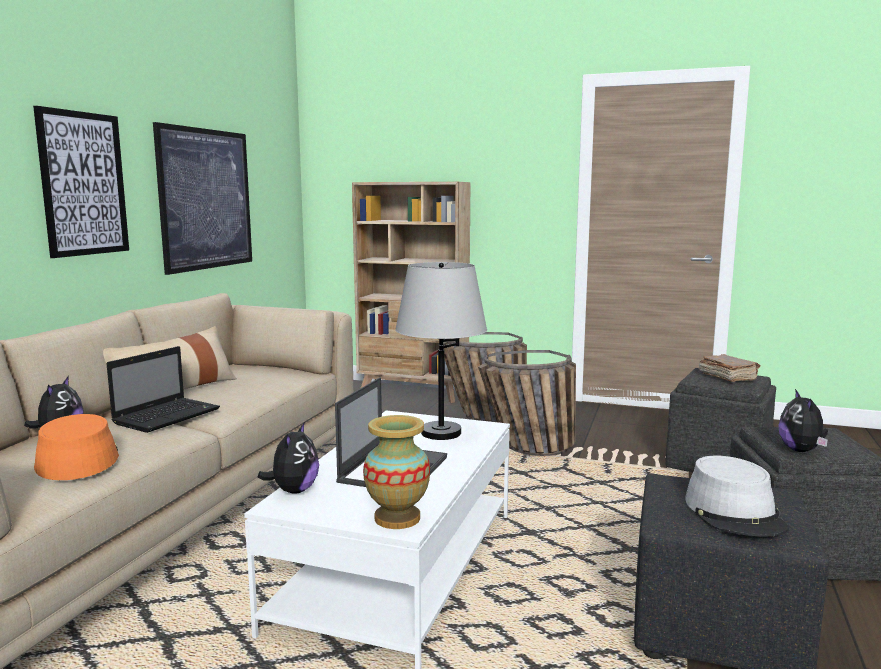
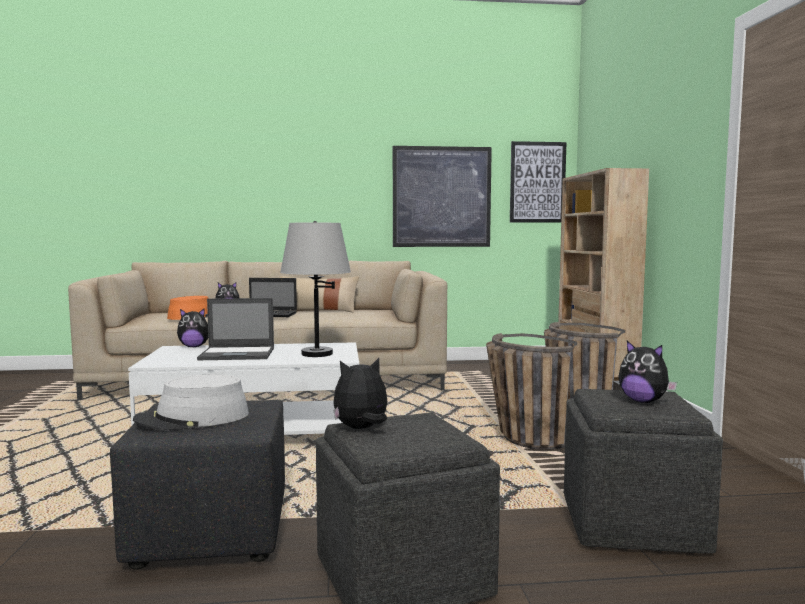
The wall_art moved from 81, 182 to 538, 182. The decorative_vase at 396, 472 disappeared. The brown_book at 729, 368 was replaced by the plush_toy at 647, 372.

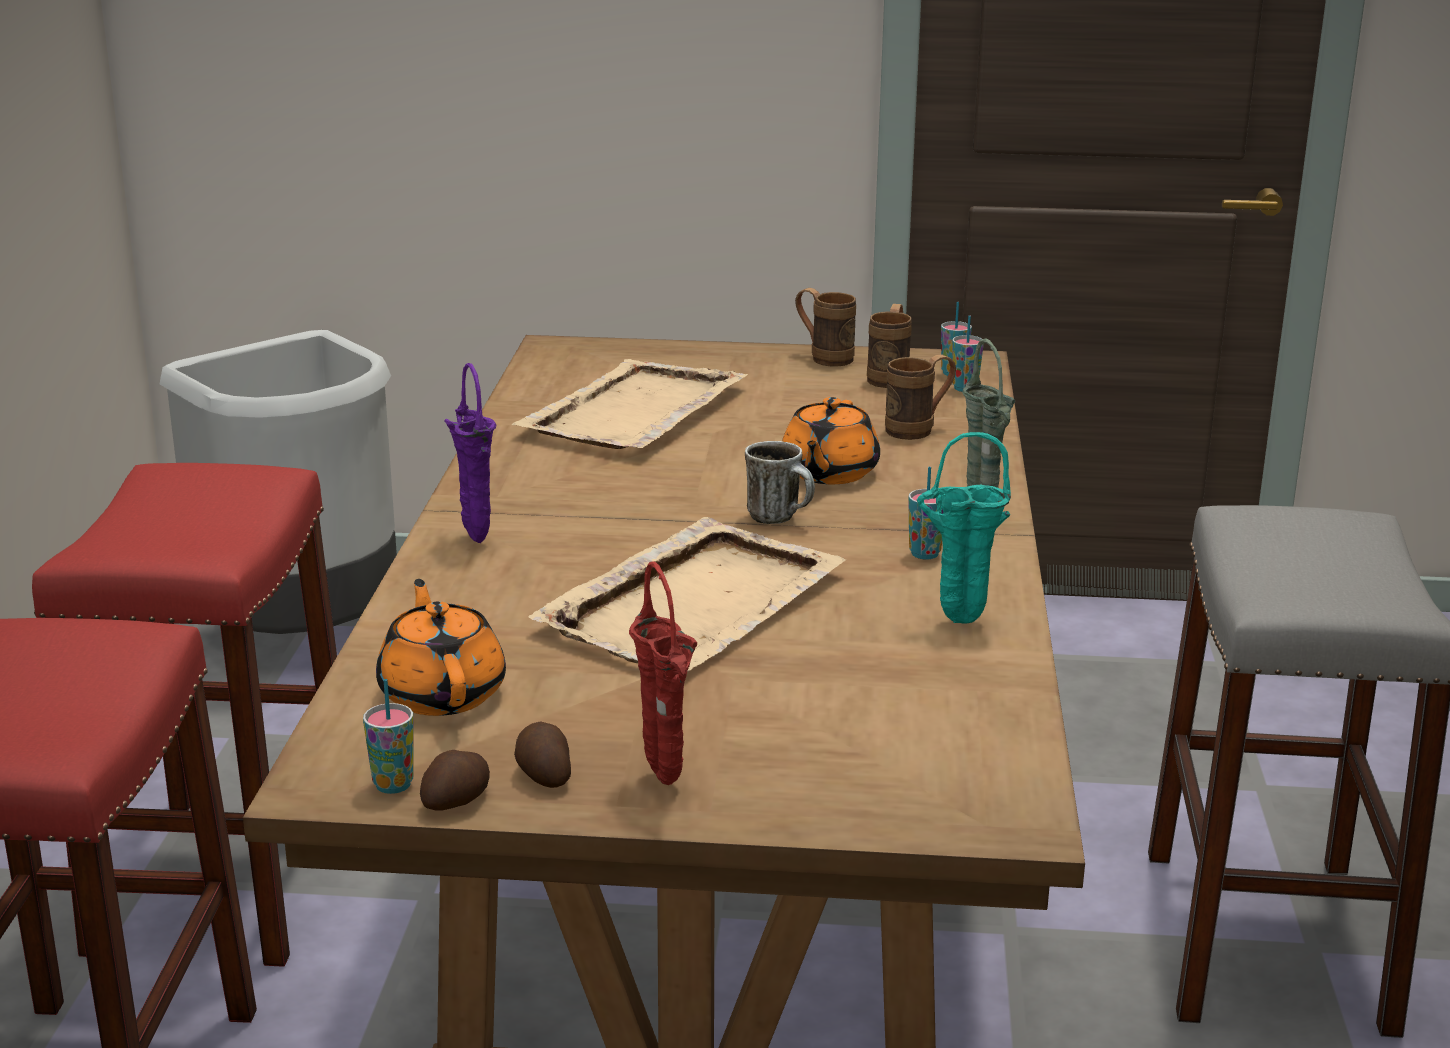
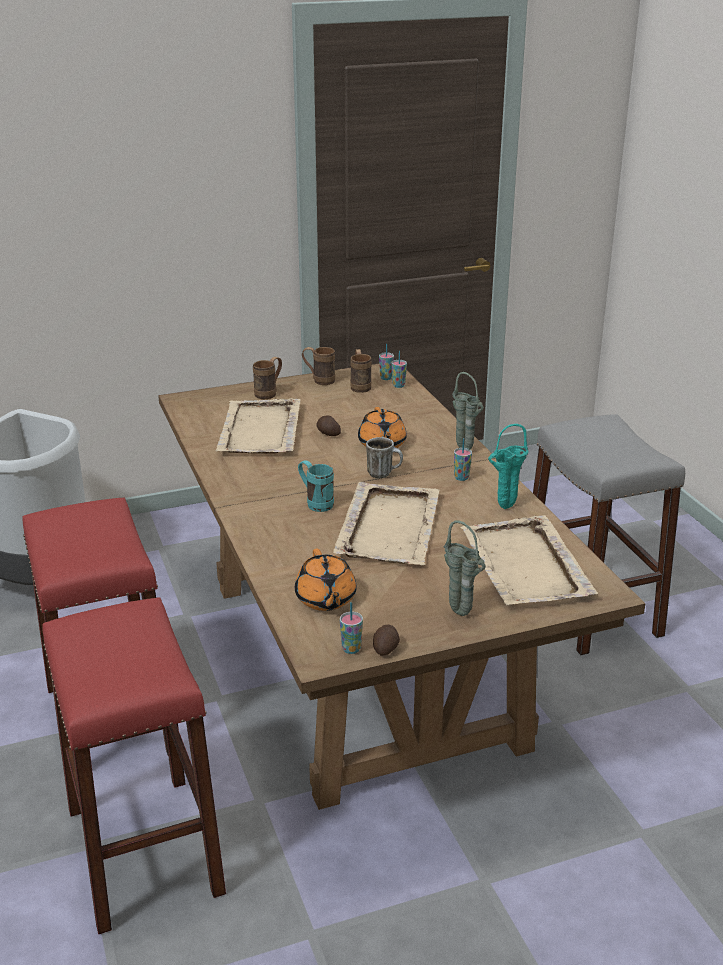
The orangey_pot_for_tea at 441, 647 turned 150 degrees counterclockwise. The purple-coloured_decorative_vase at 470, 453 disappeared. The spud moved from 542, 754 to 329, 425. The red-coloured_decorative_vase at 663, 673 became the green_decorative_vase at 465, 568. The brown_coffee_mug moved from 920, 397 to 267, 378. The blue-green_coffee_mug at 316, 486 appeared. The beige-coloured_serving_tray at 529, 560 appeared.

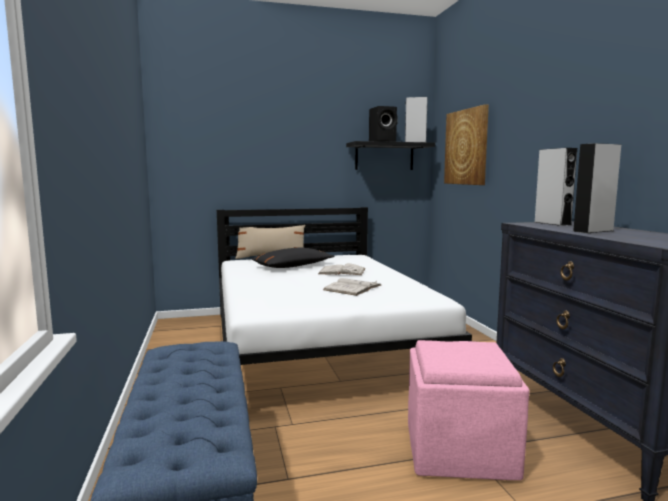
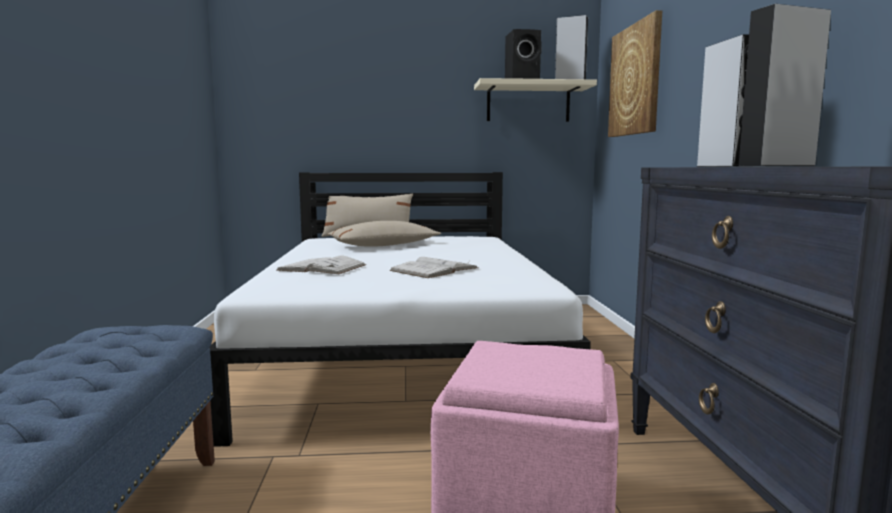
The black-coloured_throw_pillow at 293, 258 became the beige-coloured_throw_pillow at 384, 234. The white-coloured_book moved from 341, 269 to 321, 264. The black-coloured_wall_shelf at 390, 155 became the beige-coloured_wall_shelf at 535, 100.

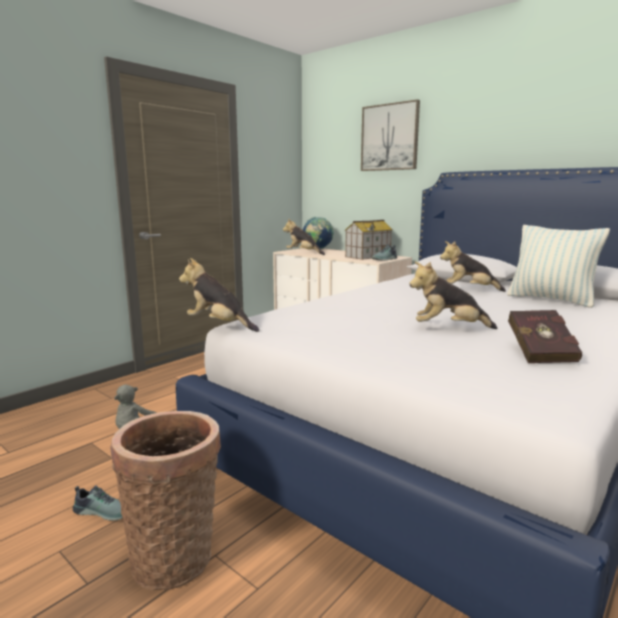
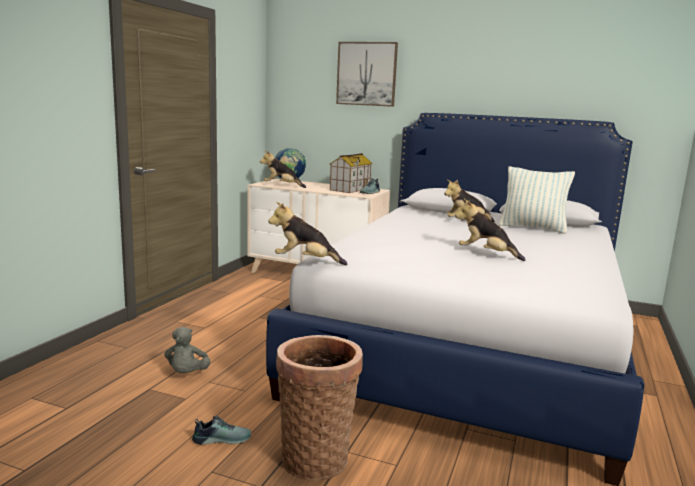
The plush_toy at 453, 295 turned 45 degrees clockwise. The red-coloured_book at 545, 336 disappeared.

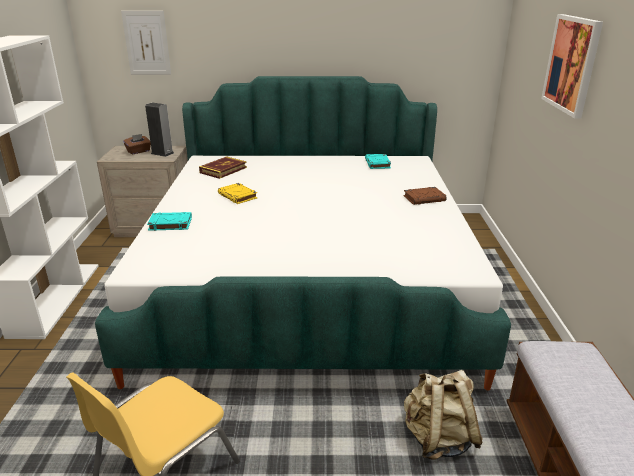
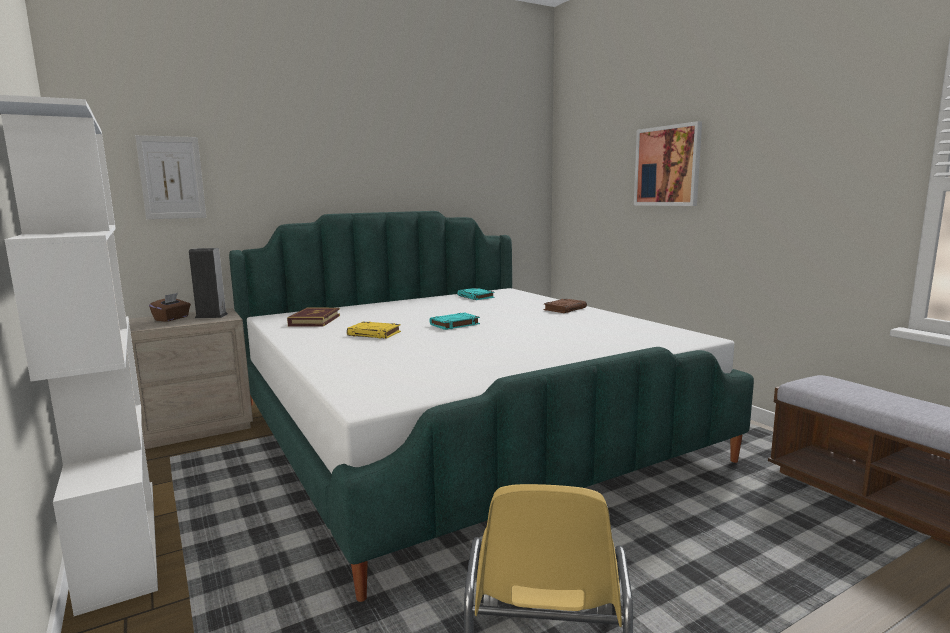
The blue-green_book moved from 169, 221 to 455, 321. The beige-coloured_backpack at 443, 415 disappeared.

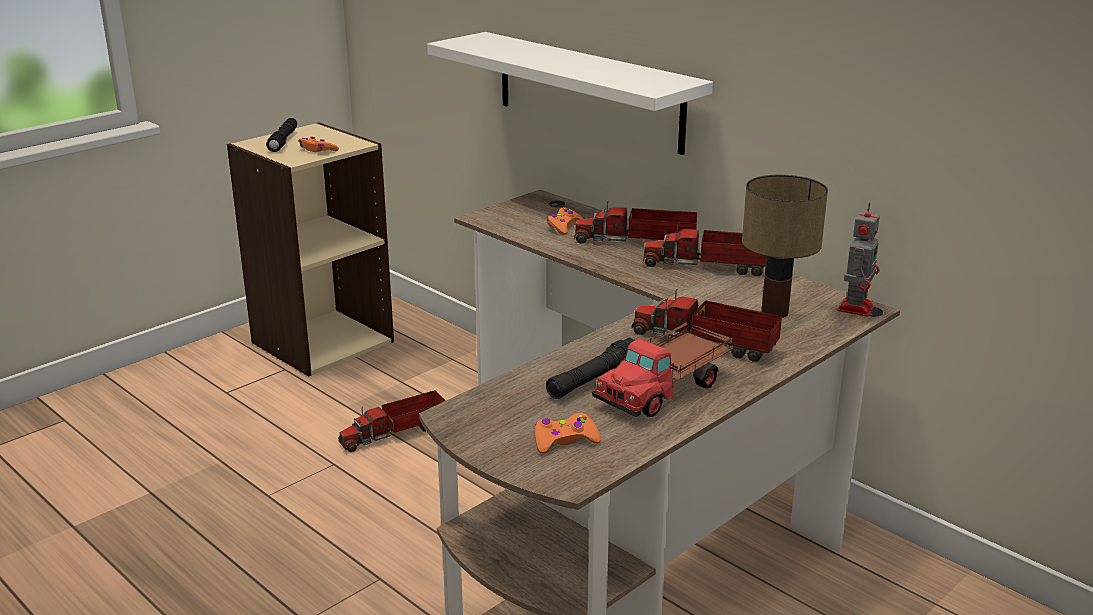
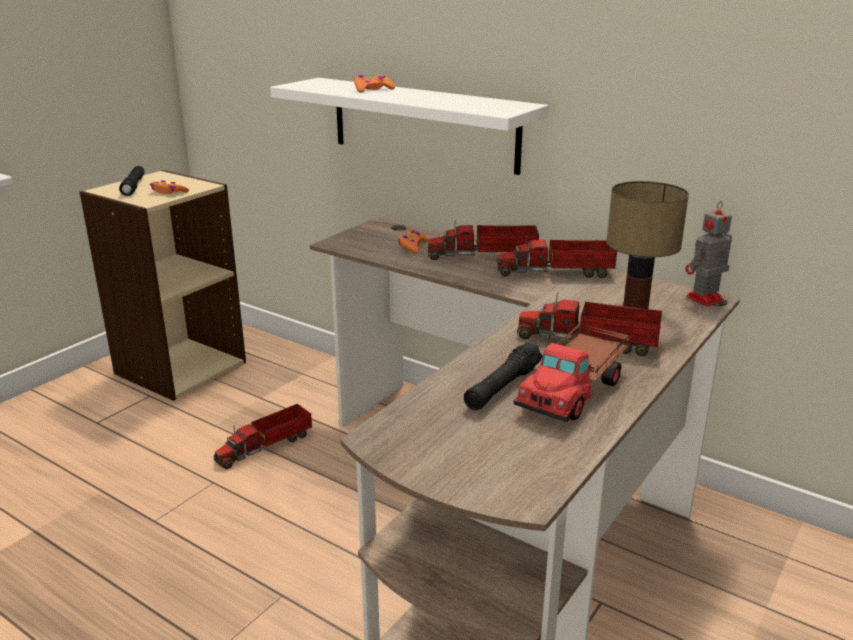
The orangey_game_controller moved from 568, 433 to 374, 84. The model_robot at 858, 259 turned 135 degrees counterclockwise.

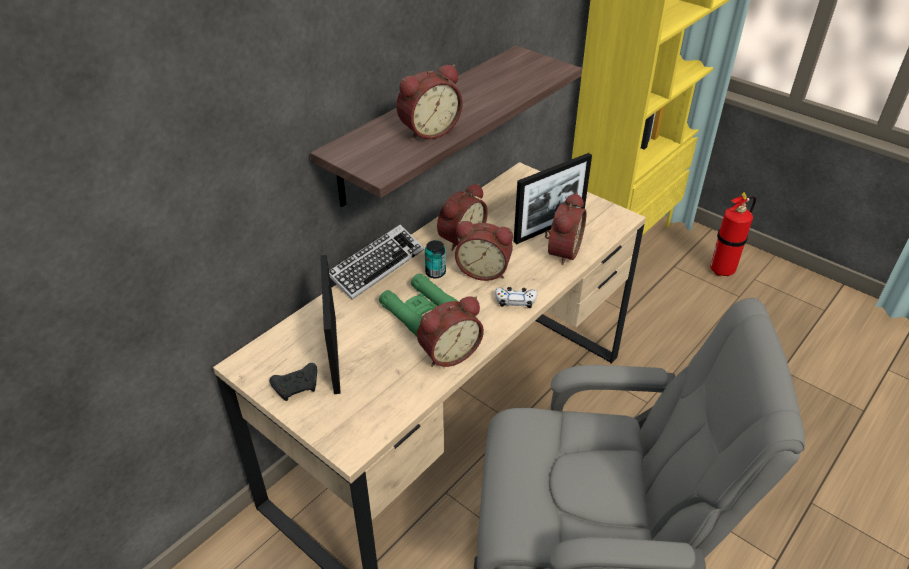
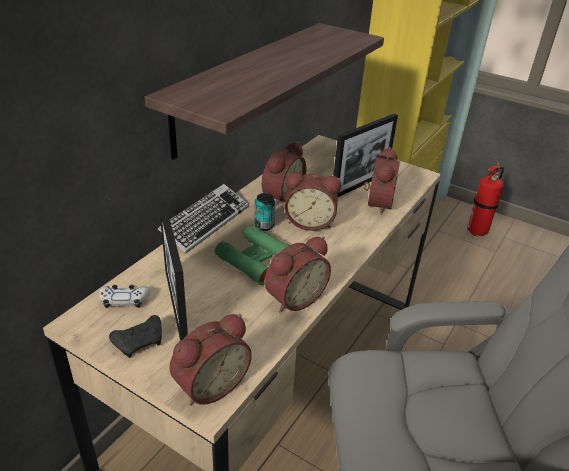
The alarm_clock moved from 429, 102 to 210, 360. The white-coloured_game_controller moved from 516, 297 to 124, 296.

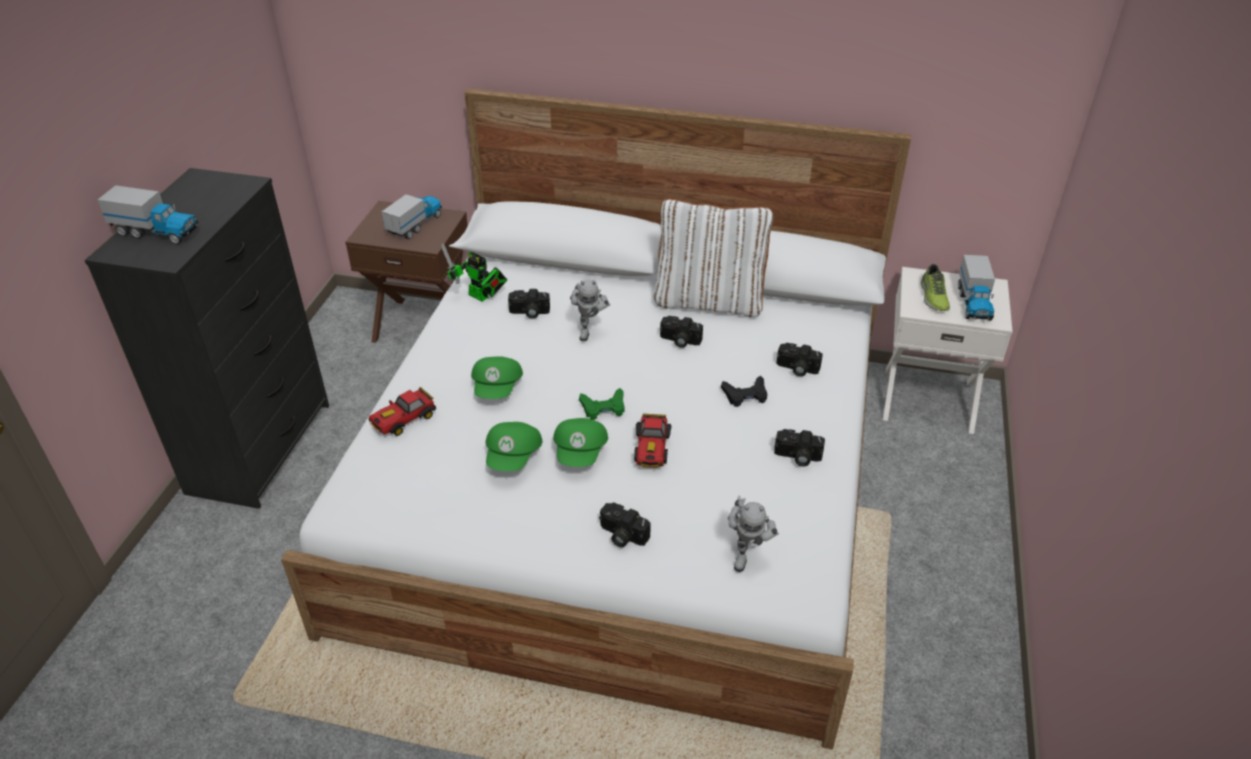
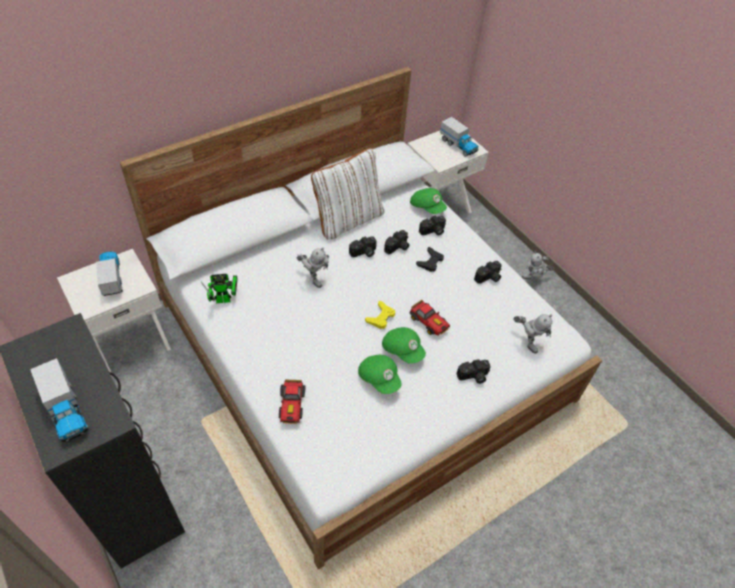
The toy_lorry at 148, 214 turned 90 degrees clockwise. The brown_nightstand at 406, 272 became the white-coloured_nightstand at 114, 312. The green_peaked_cap moved from 497, 377 to 428, 201. The still_camera moved from 529, 304 to 396, 242. The green_game_controller at 602, 404 became the yellow_game_controller at 380, 315. The item_of_footwear at 935, 287 disappeared. The model_robot at 538, 265 appeared.

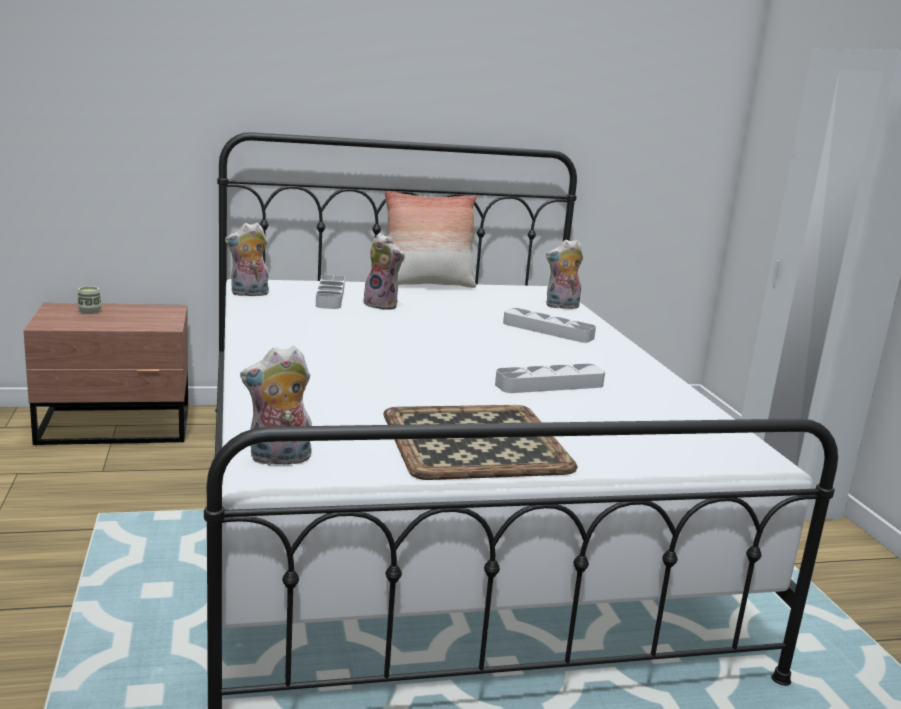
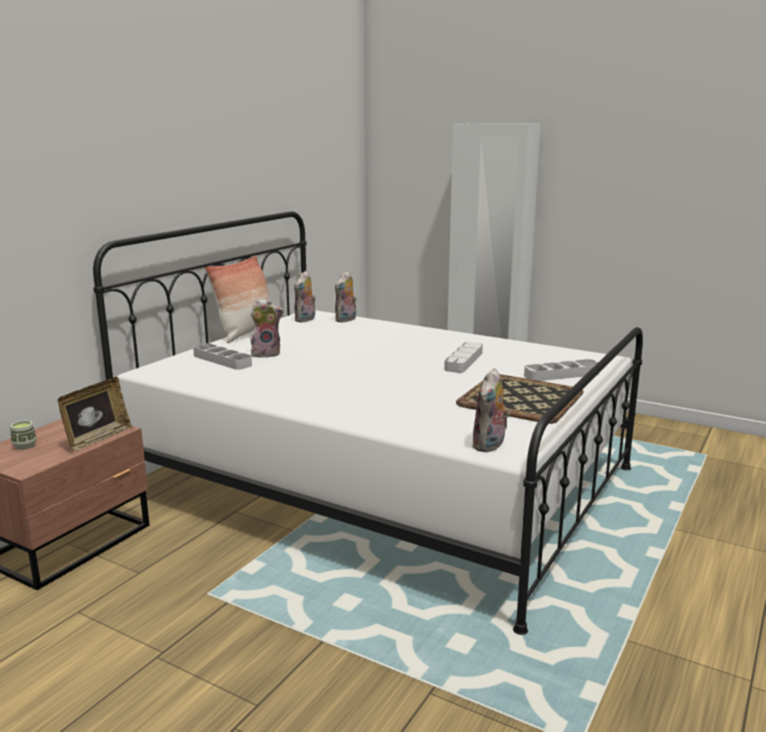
The plush_toy moved from 247, 259 to 305, 297. The greyish_serving_tray moved from 549, 325 to 561, 370. The standing_frame at 94, 414 appeared.

